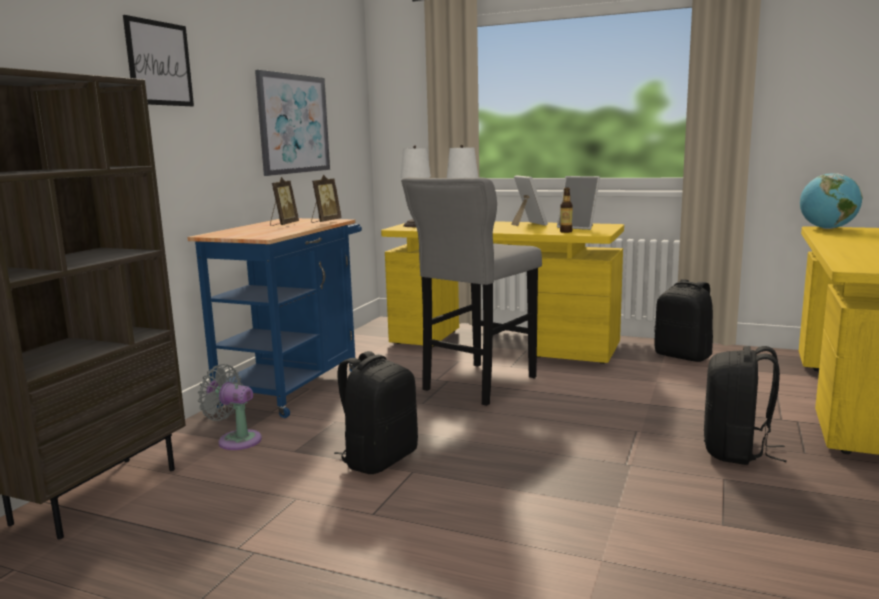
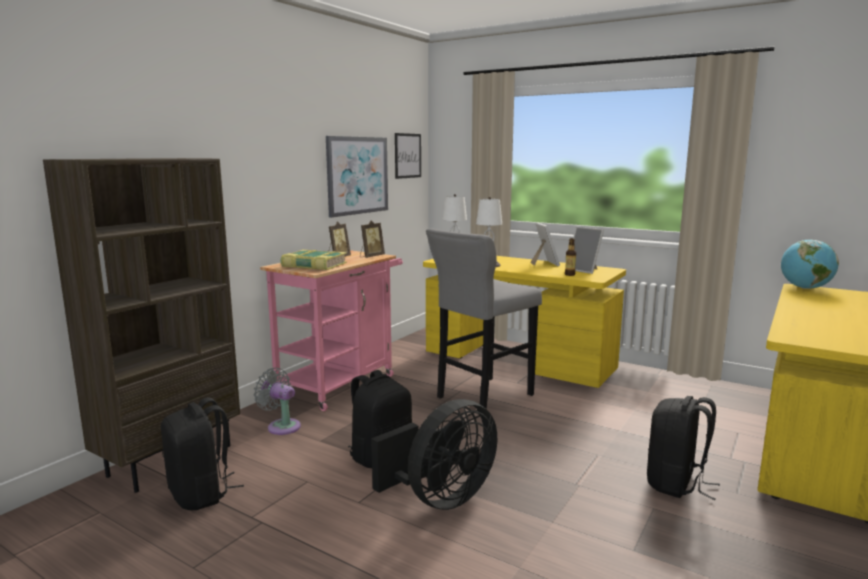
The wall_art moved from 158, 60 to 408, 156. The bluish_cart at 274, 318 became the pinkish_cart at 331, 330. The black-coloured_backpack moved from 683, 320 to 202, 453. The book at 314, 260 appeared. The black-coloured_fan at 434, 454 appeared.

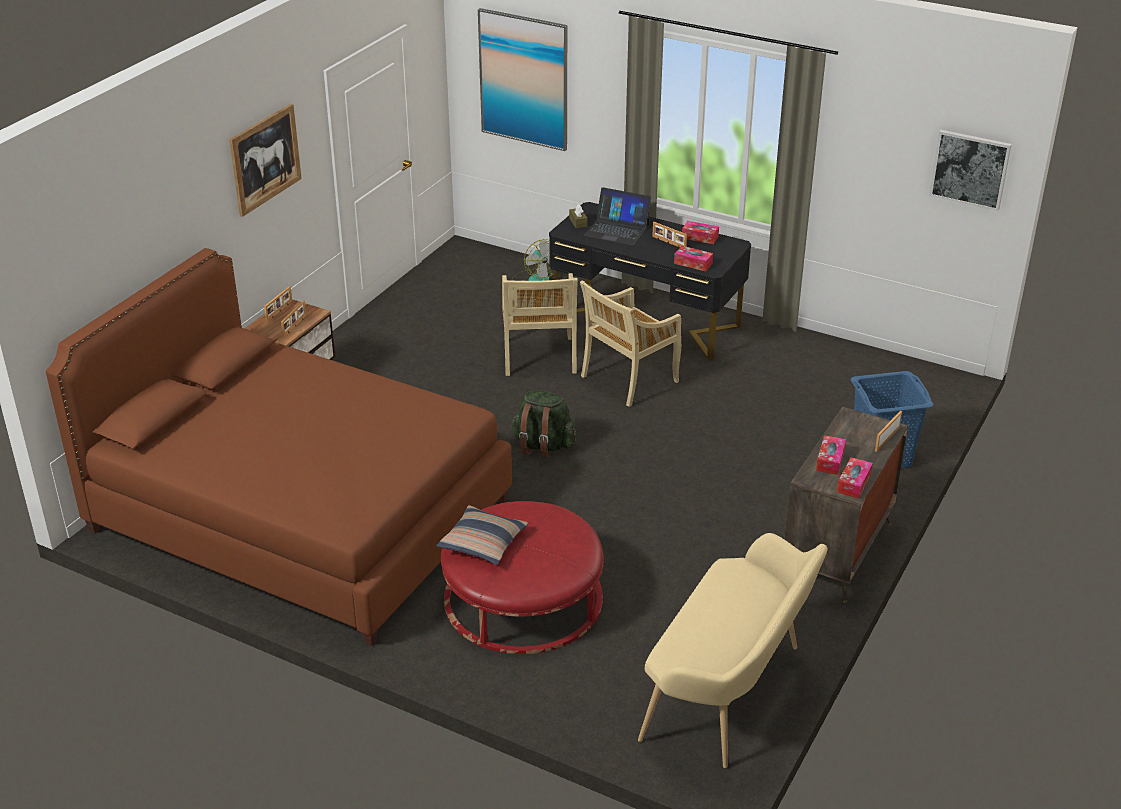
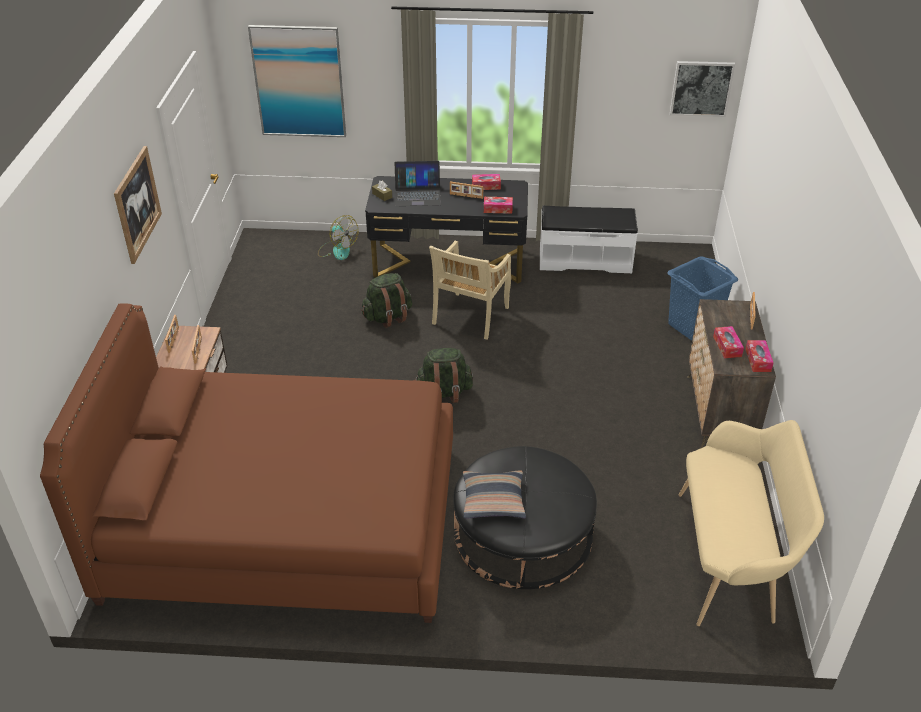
The red-coloured_footrest at 522, 577 became the black-coloured_footrest at 525, 517. The beige-coloured_plain_chair at 540, 324 was replaced by the green_backpack at 386, 300. The white-coloured_long_seat at 589, 240 appeared.

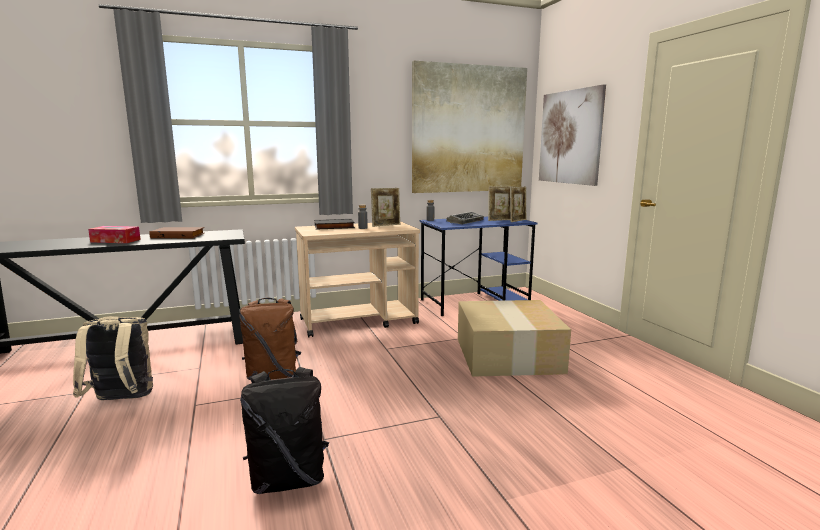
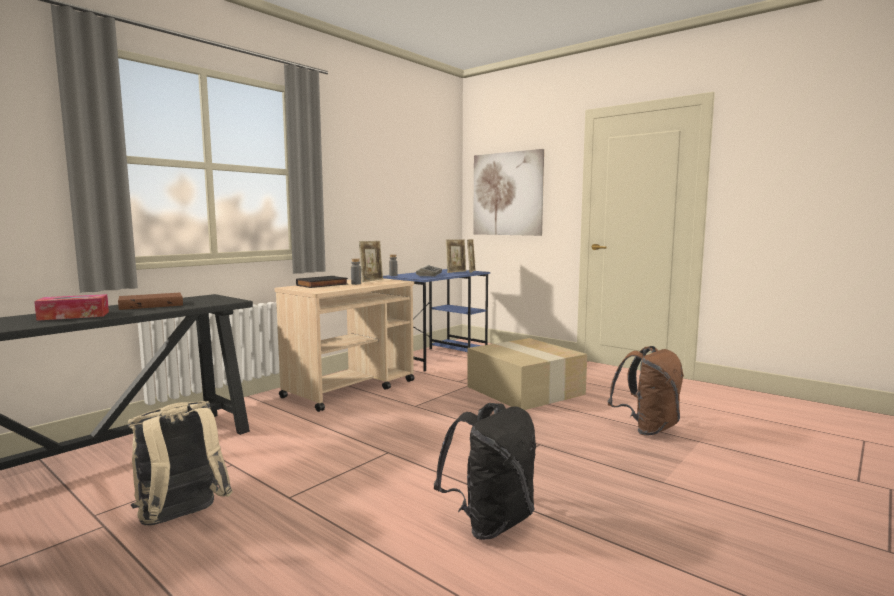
The brown_backpack moved from 270, 339 to 645, 391. The wall_art at 469, 127 disappeared.

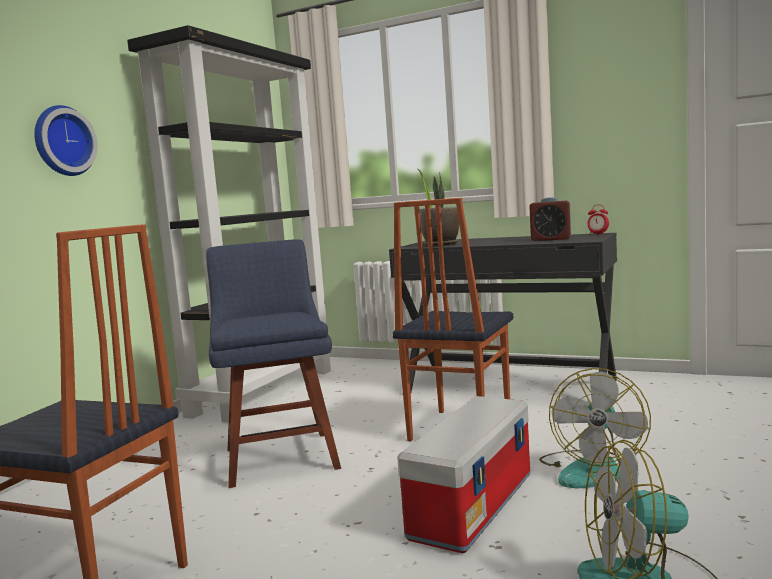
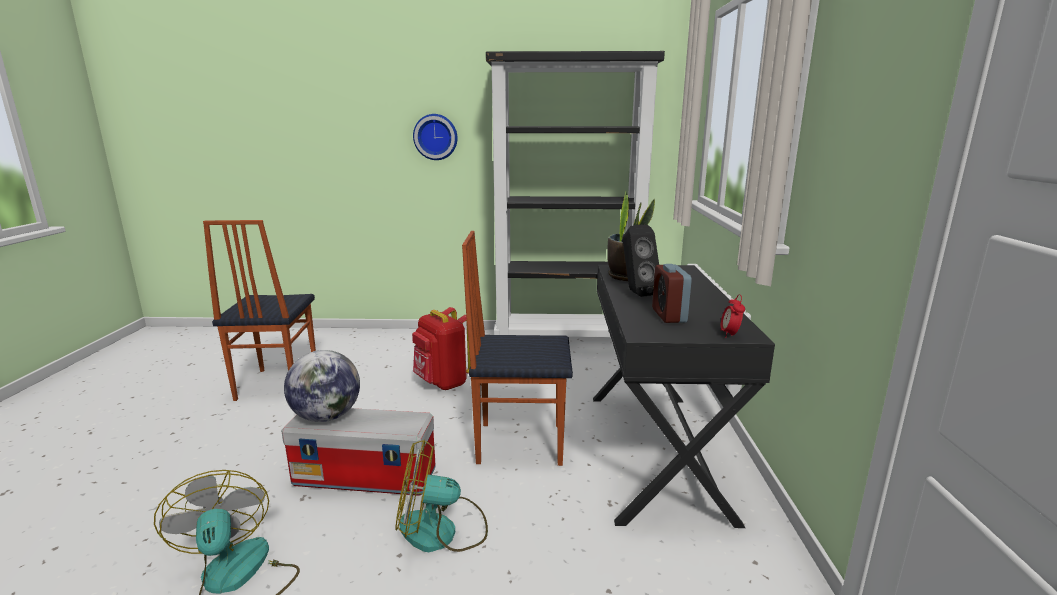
The bluish_plain_chair at 273, 363 was replaced by the red-coloured_backpack at 441, 348. The globe at 322, 386 appeared. The black-coloured_speaker at 641, 261 appeared.

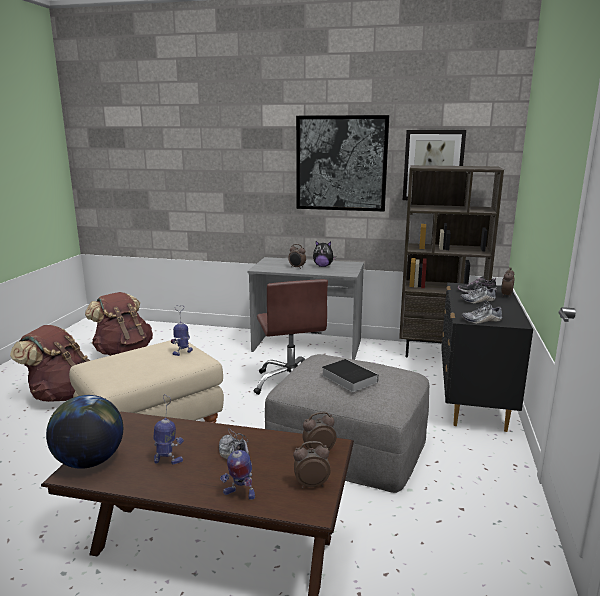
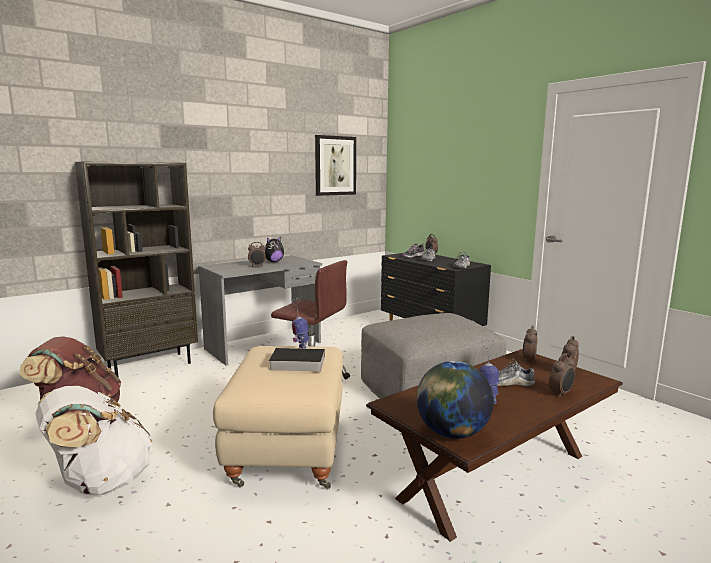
The brown_backpack at 50, 363 became the white-coloured_backpack at 93, 441. The model_robot at 237, 464 was replaced by the alarm_clock at 562, 375. The wall_art at 342, 163 disappeared. The book moved from 350, 375 to 296, 359. The brown_shelving_unit moved from 451, 261 to 136, 269.

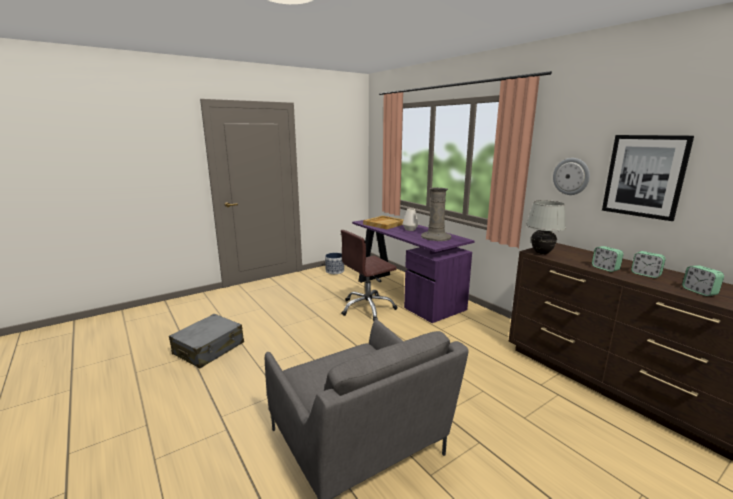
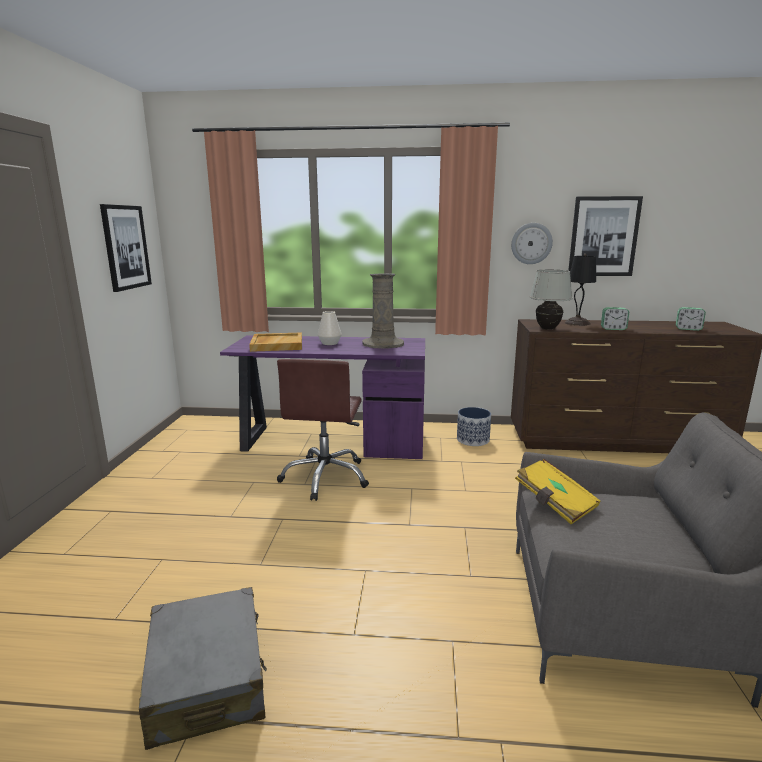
The flower_pot moved from 334, 263 to 474, 426. The alarm_clock at 648, 264 disappeared. The wall_art at 126, 248 appeared. The yellow_book at 558, 491 appeared. The black-coloured_lamp_for_a_table at 580, 290 appeared.

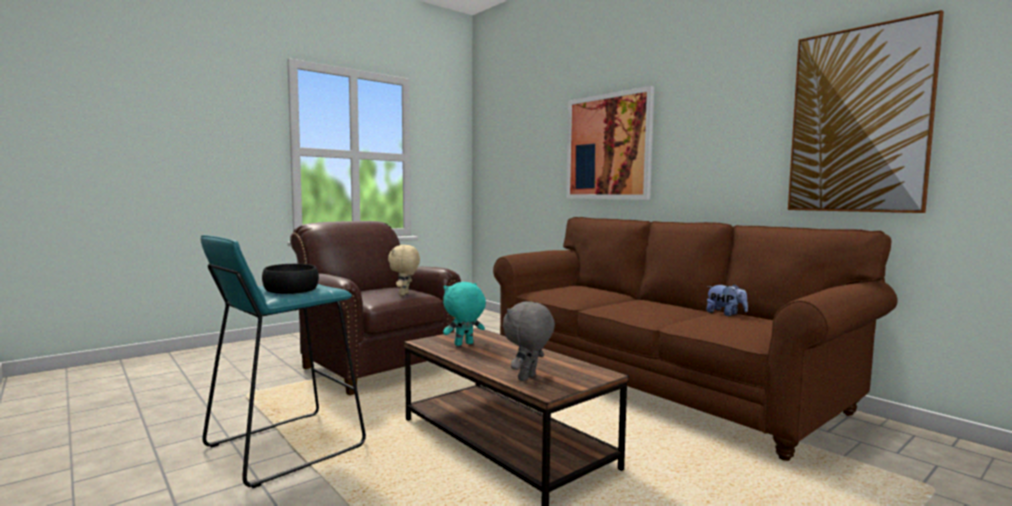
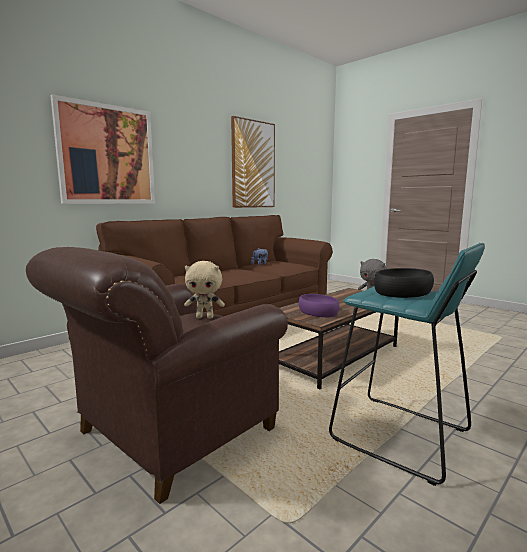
The blue-green_plush_toy at 464, 314 was replaced by the purple-coloured_serving_bowl at 319, 305.

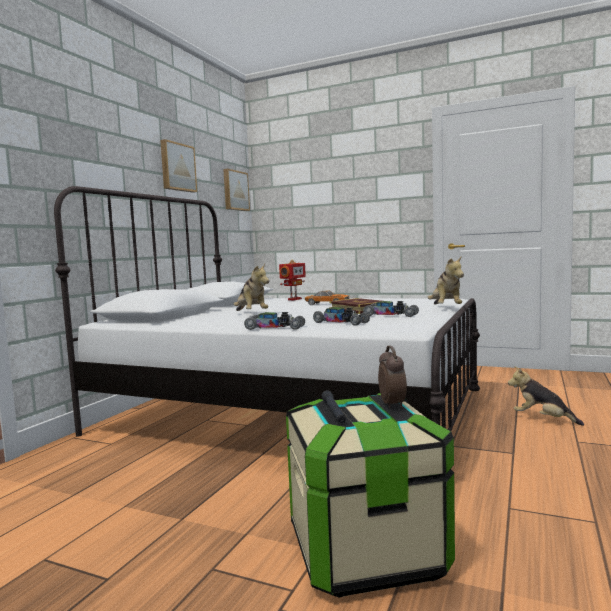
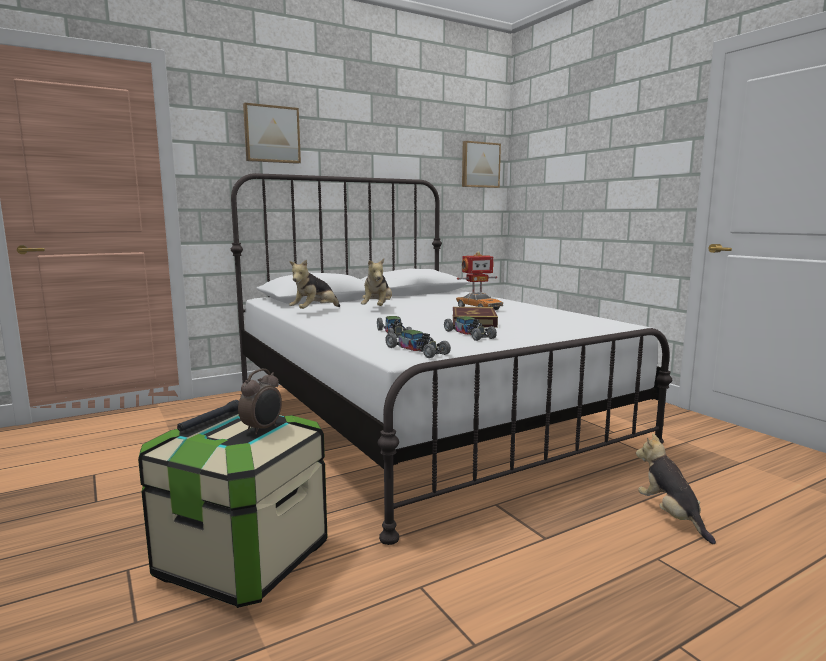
The wall_art moved from 178, 166 to 272, 133. The toy_car moved from 274, 321 to 418, 344. The plush_toy moved from 446, 281 to 314, 284.

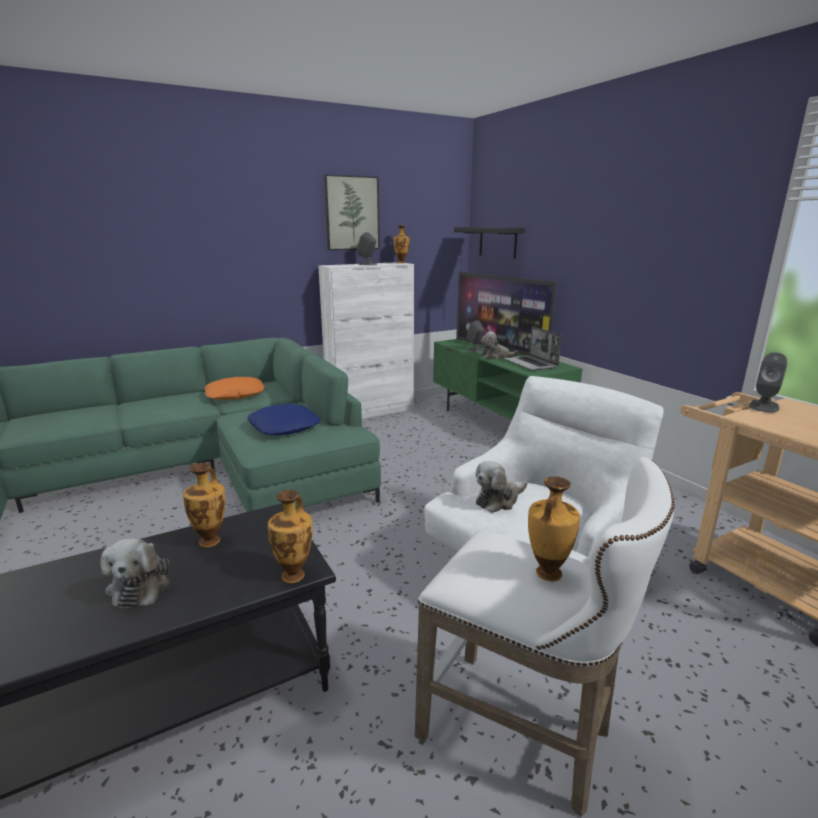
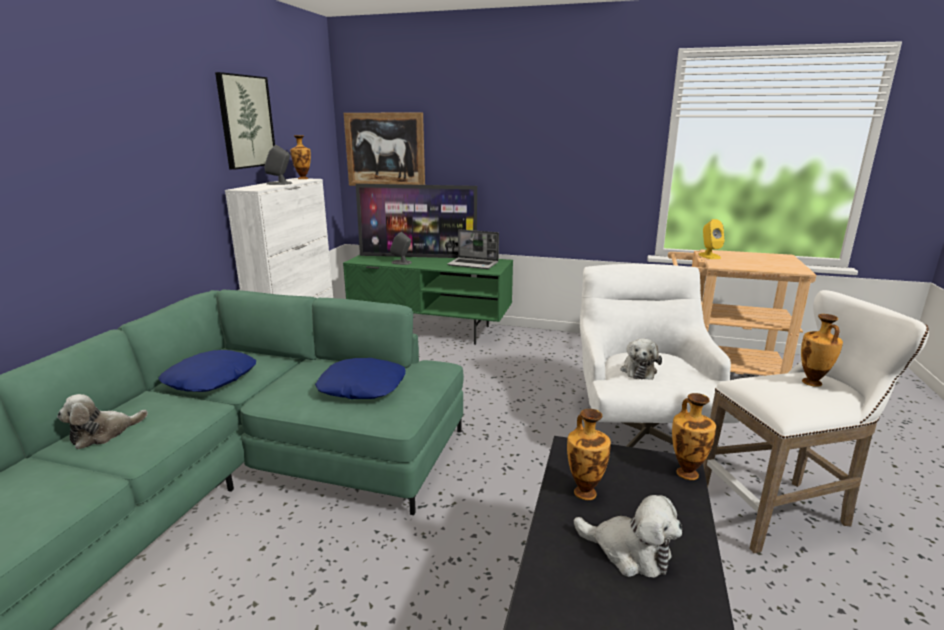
The orangey_throw_pillow at 234, 388 became the bluish_throw_pillow at 207, 371. The black-coloured_wall_shelf at 489, 243 was replaced by the wall_art at 384, 149. The plush_toy moved from 500, 345 to 102, 421. The greyish_speaker at 768, 382 became the yellow_speaker at 711, 239.

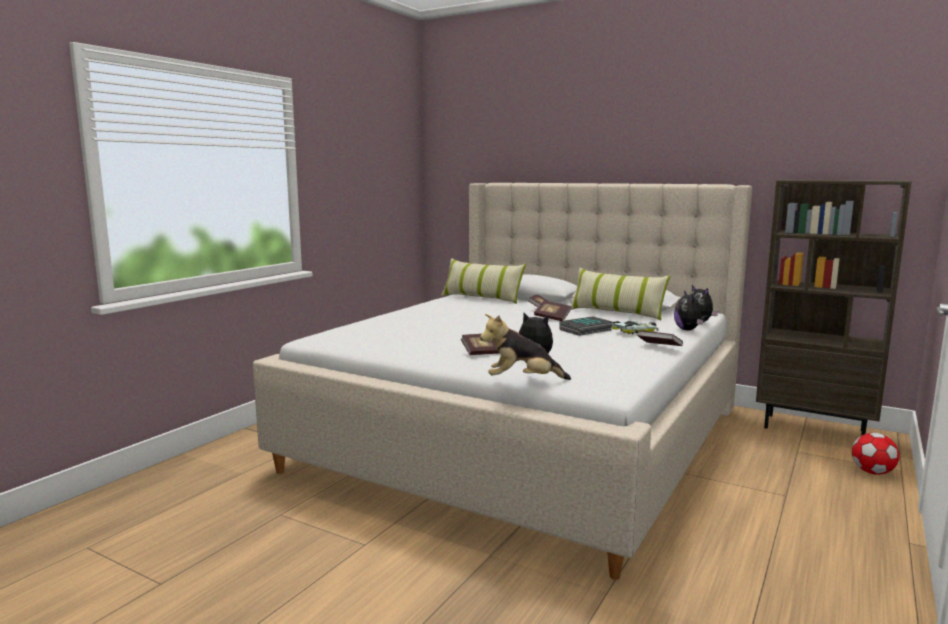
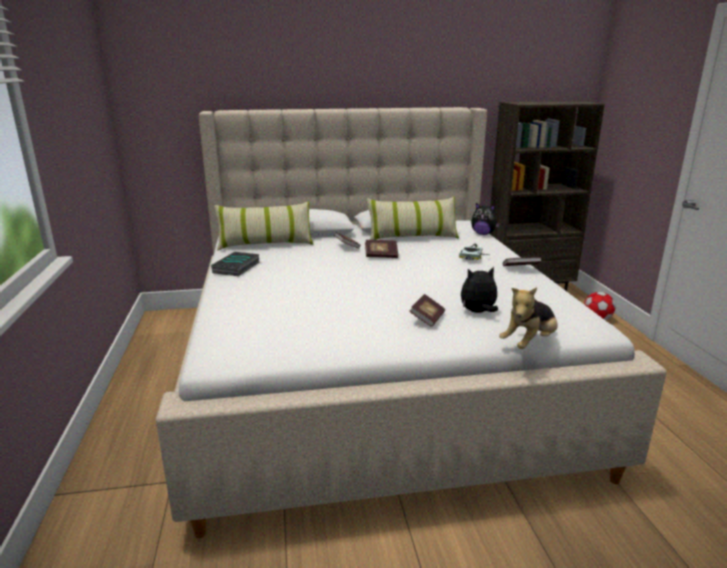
The book moved from 586, 326 to 235, 264. The plush_toy at 689, 310 disappeared.

